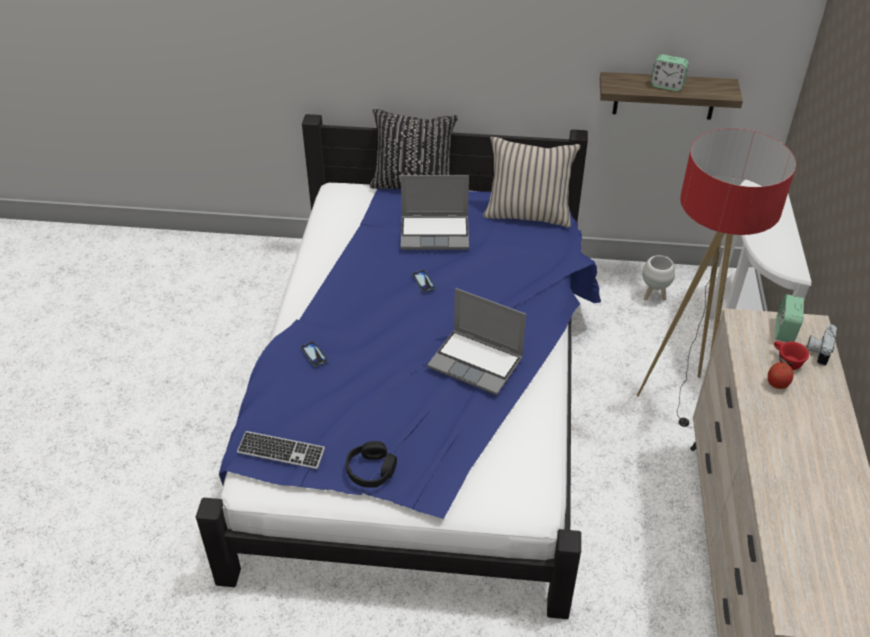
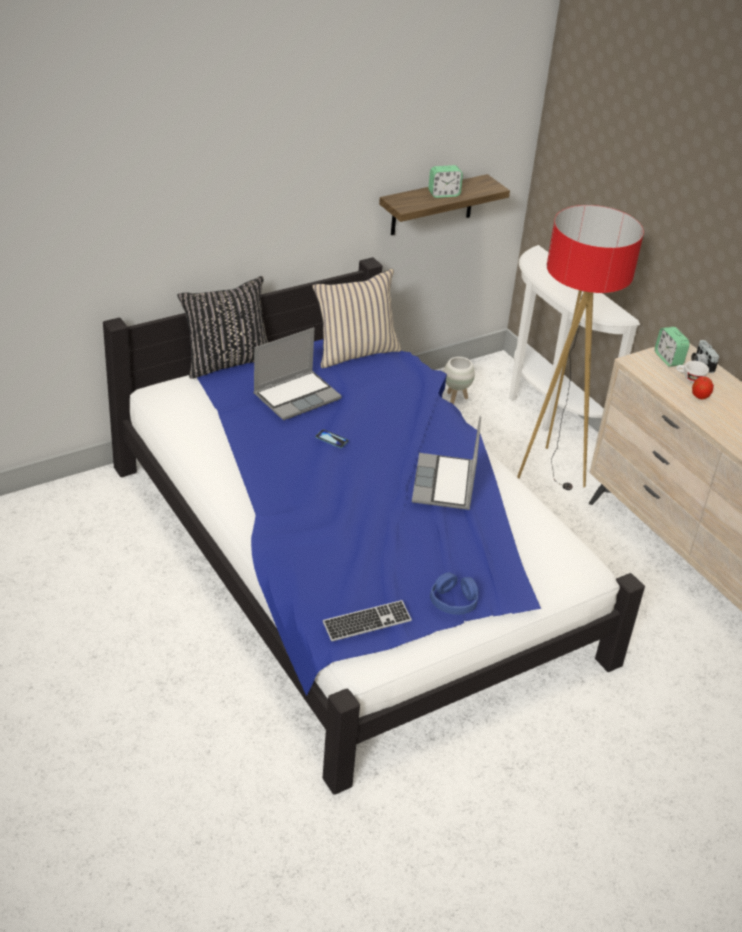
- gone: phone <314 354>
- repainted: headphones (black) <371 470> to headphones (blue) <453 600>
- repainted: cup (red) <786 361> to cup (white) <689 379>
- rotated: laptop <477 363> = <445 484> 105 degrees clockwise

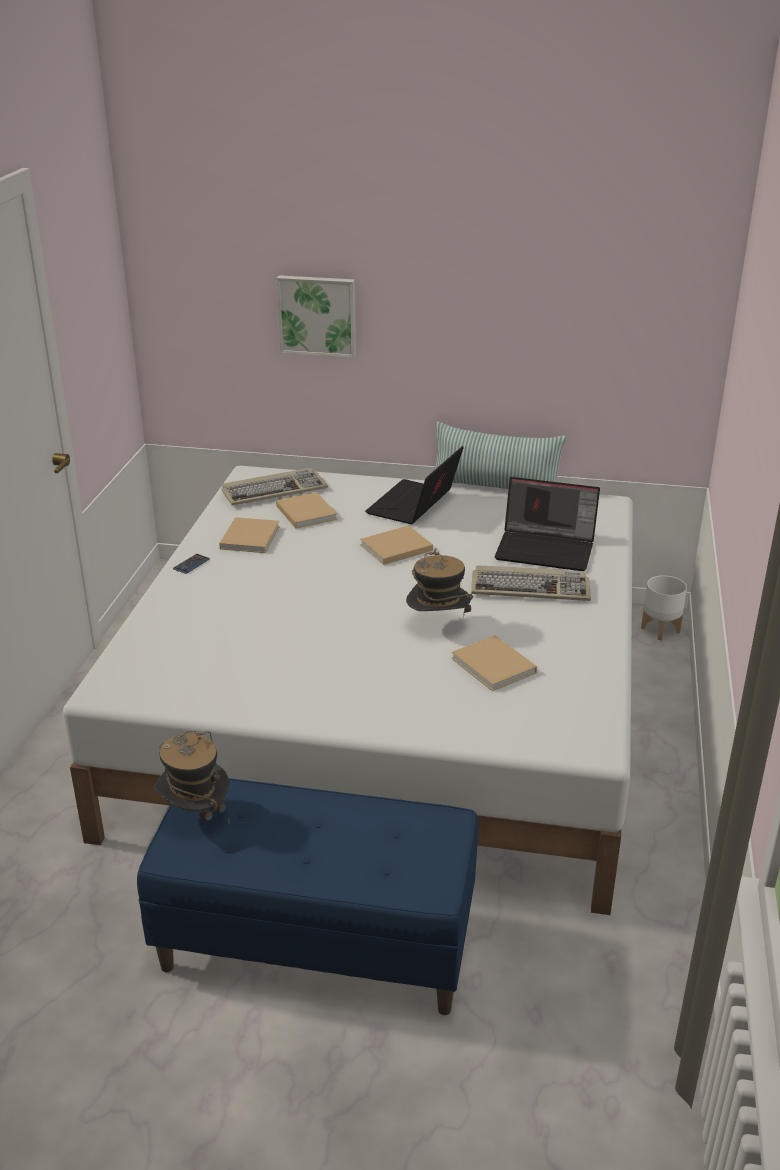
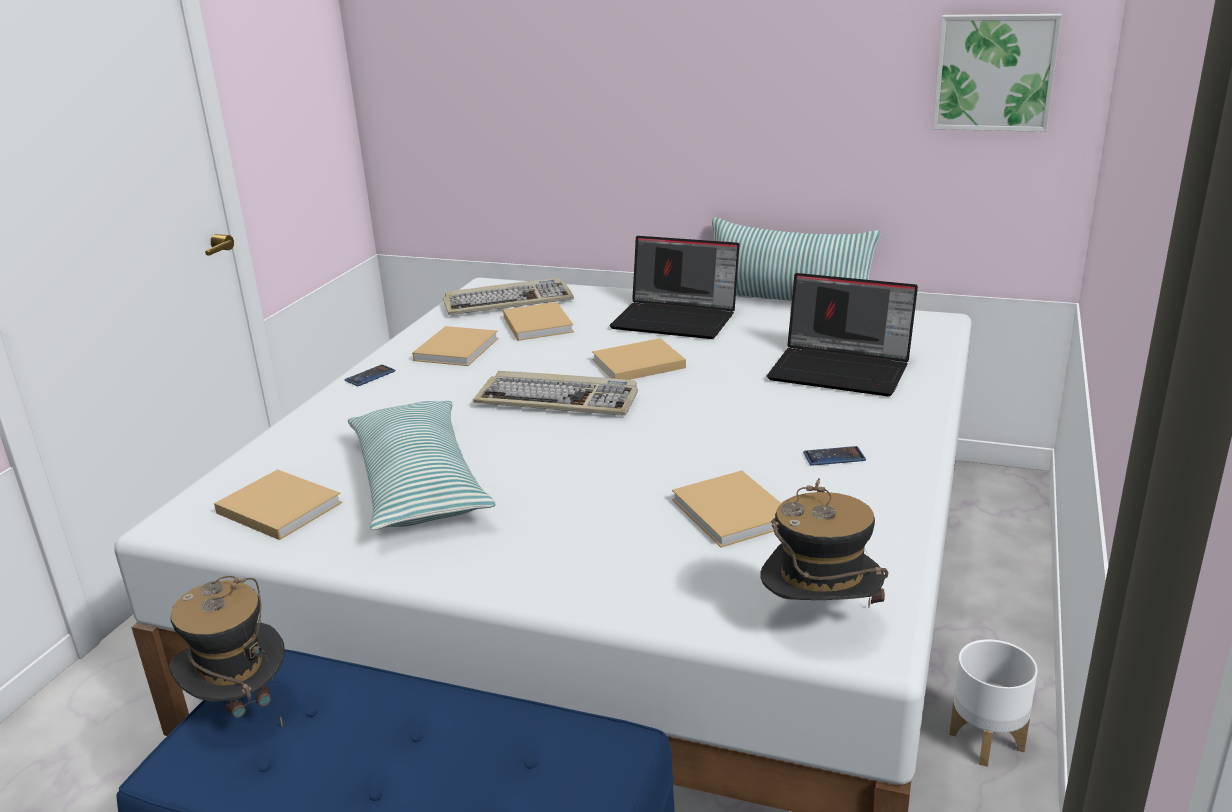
- new: book (beige) <277 507>
- new: pillow <419 483>
- new: phone <834 457>
- shifted: picture <317 315> to <995 72>
- shifted: hat <438 626> to <820 624>
- shifted: keyboard <531 587> to <559 399>
- shifted: planter (white) <661 629> to <987 740>
- rotated: laptop <414 505> = <677 319> 105 degrees counterclockwise

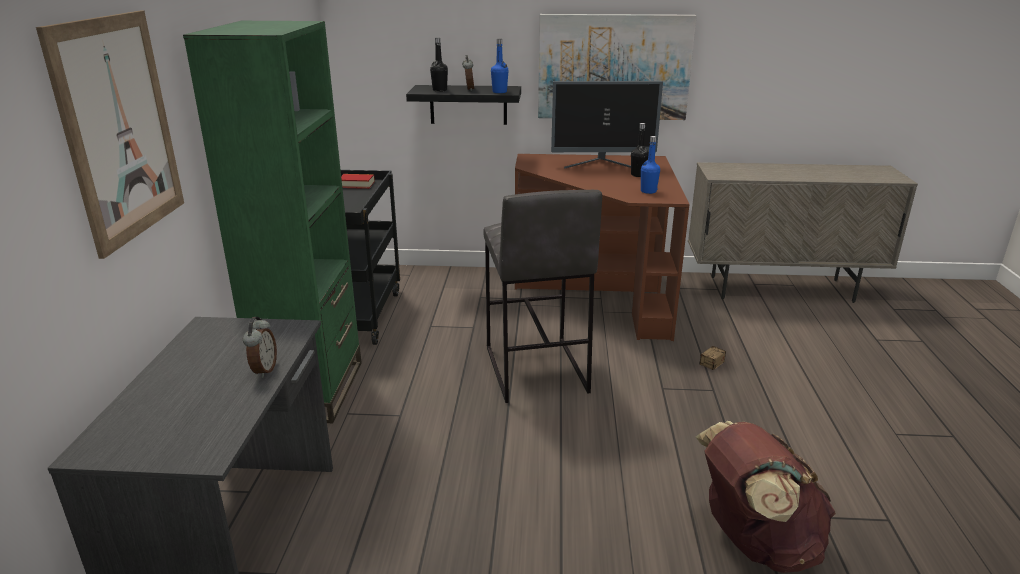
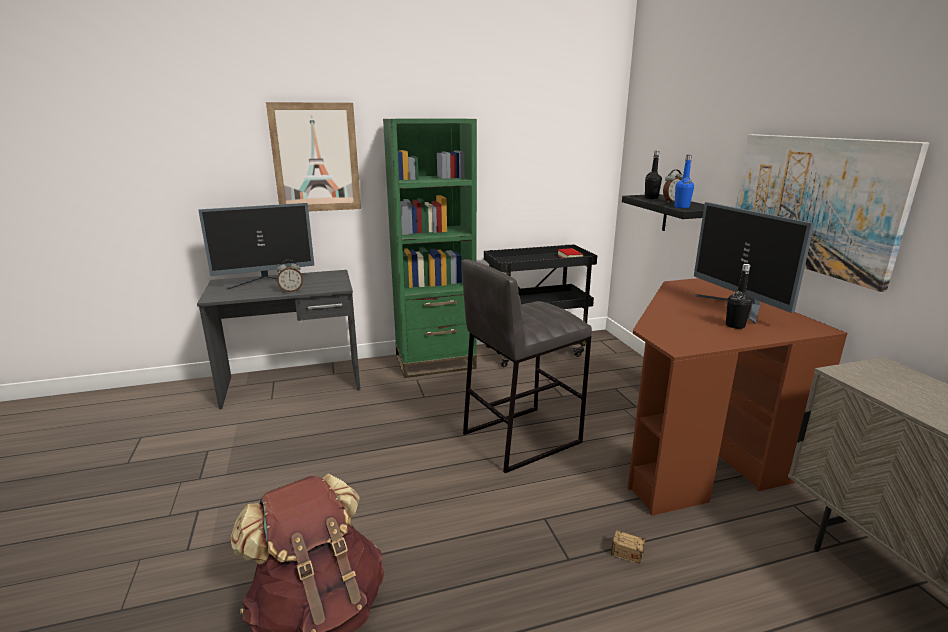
- gone: bottle (blue) <648 191>
- new: monitor <265 282>

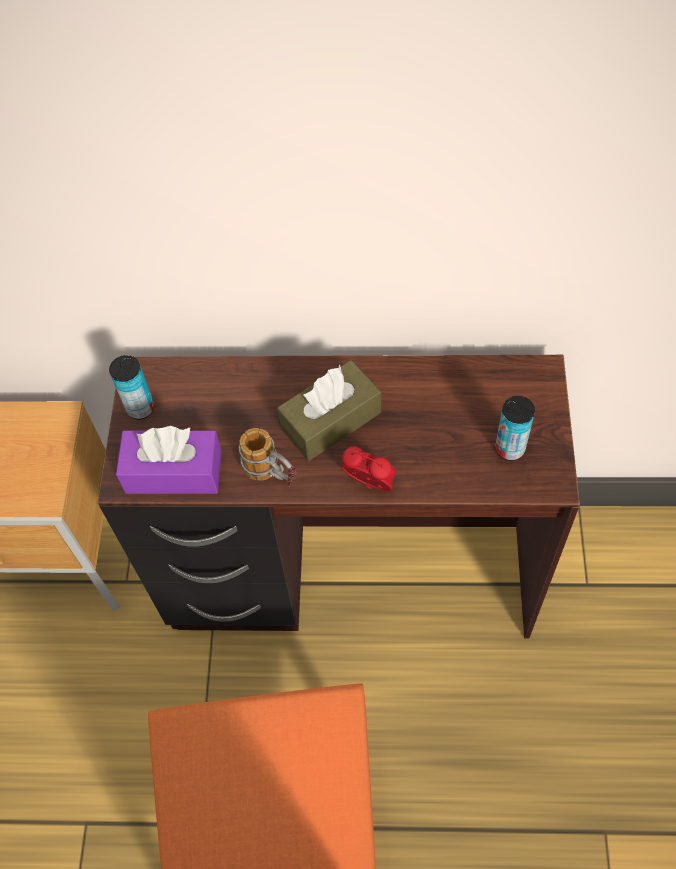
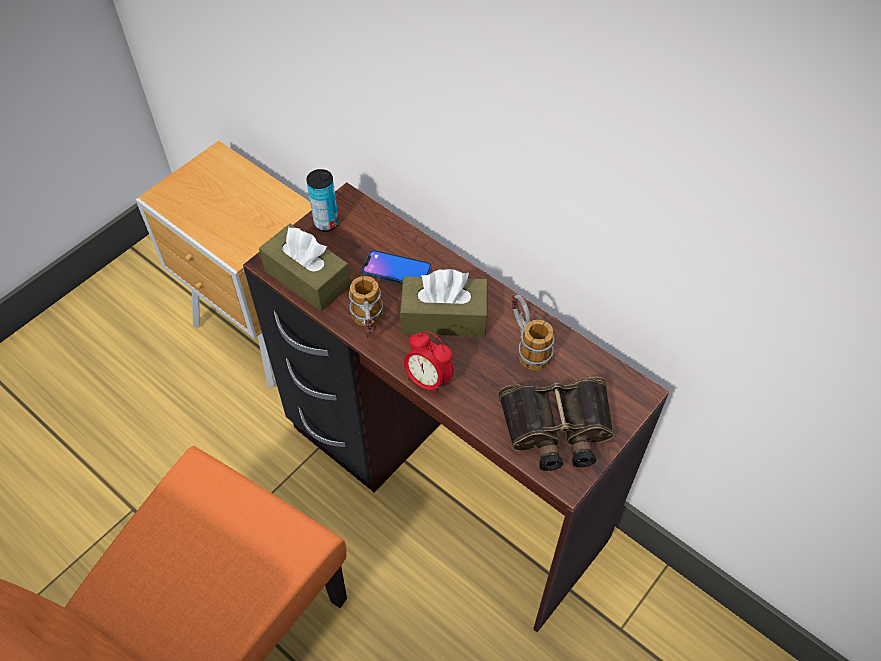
- new: phone <396 269>
- new: mug <526 345>
- swapped: can <510 448> to binoculars <557 429>
- repainted: tissue box (purple) <173 471> to tissue box (brown) <307 278>
- rotated: alarm clock <370 485> = <428 380> 150 degrees clockwise

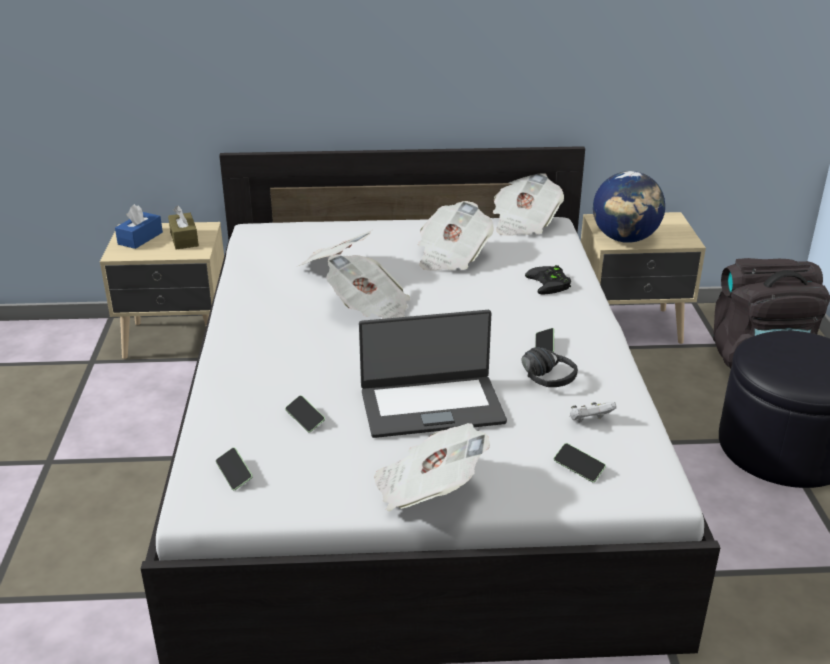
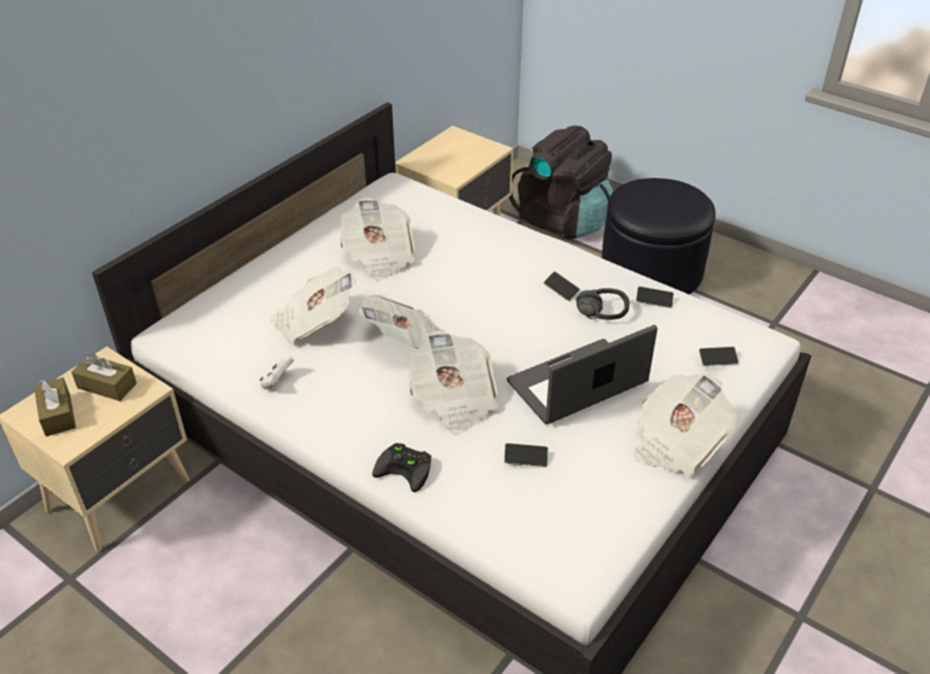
- gone: globe <625 239>
- shifted: phone <234 474> to <654 301>
- shifted: newspaper <523 223> to <453 400>
- shifted: game controller (black) <551 283> to <407 468>
- shifted: game controller (white) <589 421> to <277 382>
- repainted: tissue box (blue) <140 238> to tissue box (brown) <58 414>
- rotated: laptop <431 405> = <578 384> 150 degrees counterclockwise

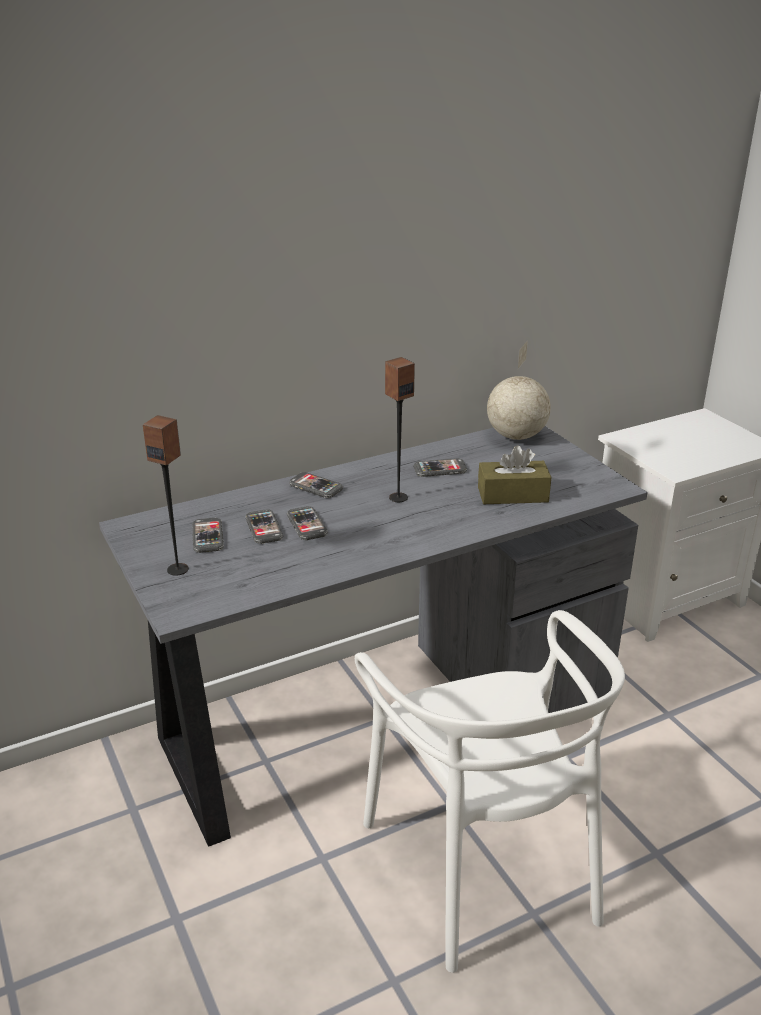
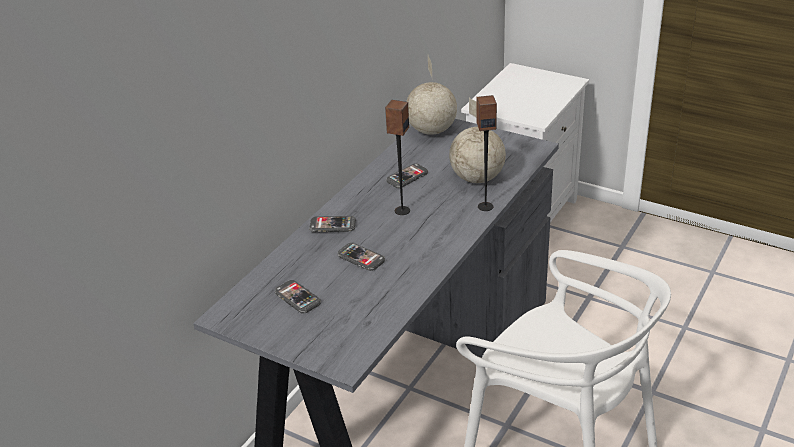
- gone: phone <264 528>
- shifted: speaker <178 569> to <485 206>
- swapped: tissue box (brown) <512 495> to globe <477 178>

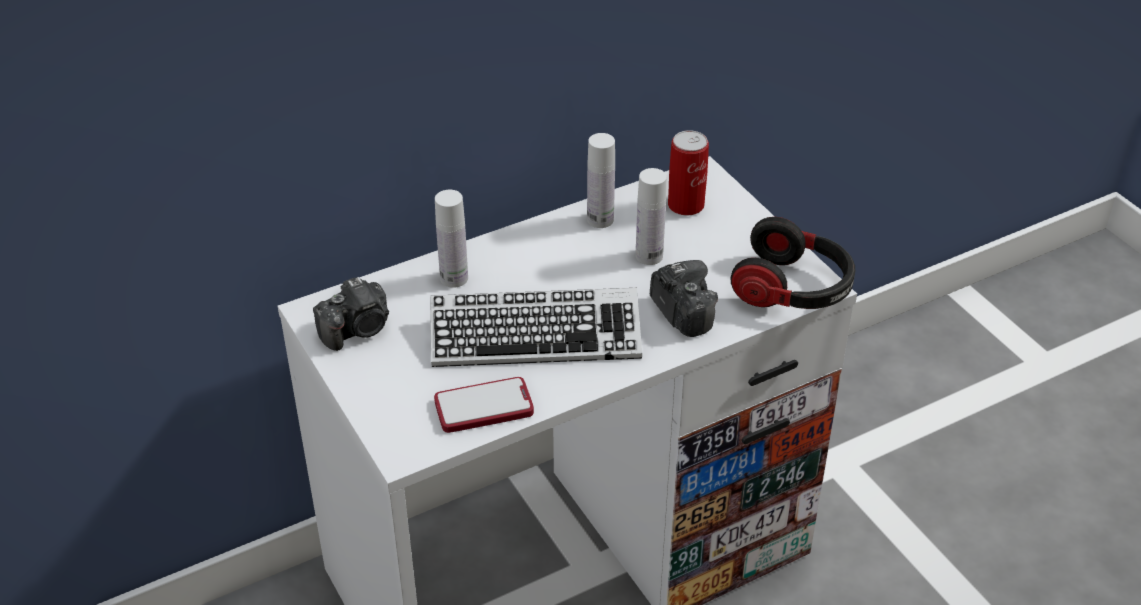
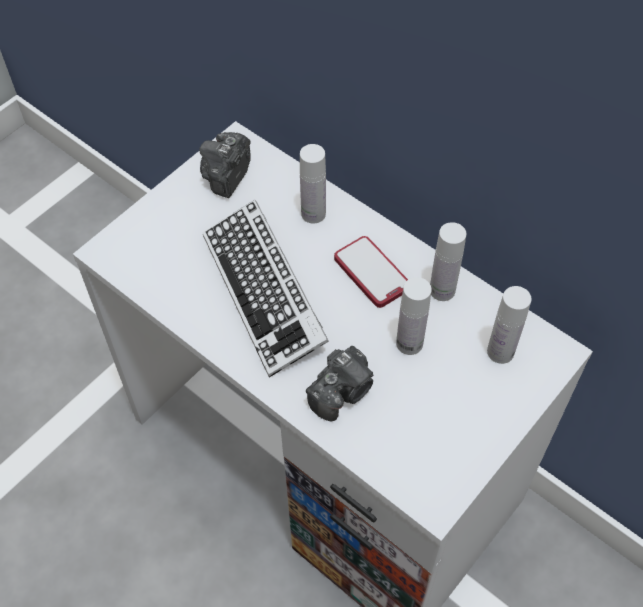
- gone: headphones <793 290>
- shifted: phone <484 407> to <371 273>
- swapped: can <686 205> to bottle (white) <500 352>
- rotated: photo camera <357 330> = <227 176> 75 degrees clockwise

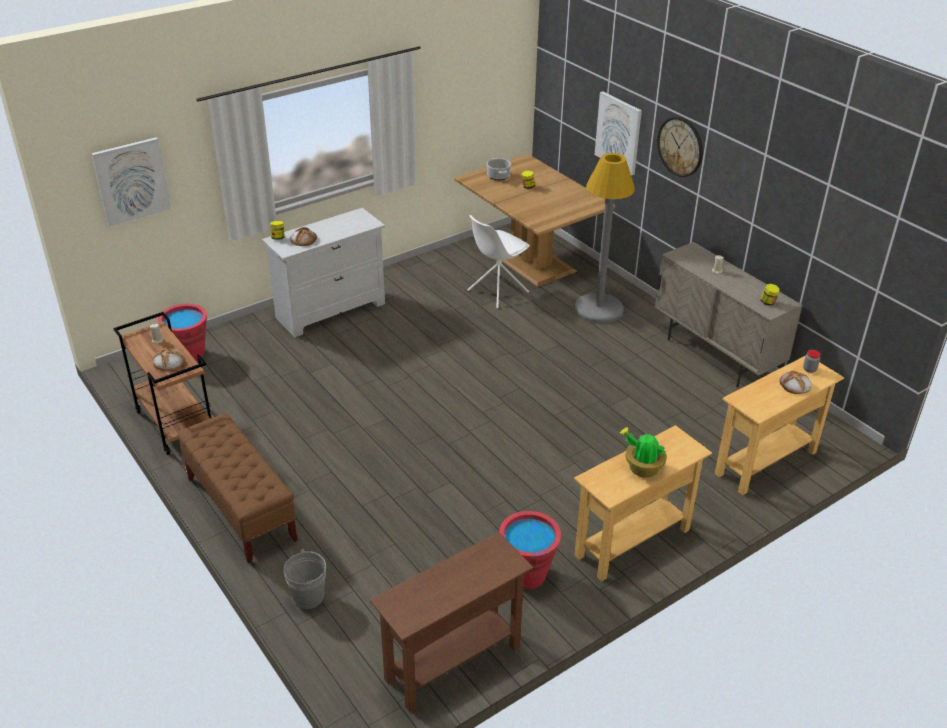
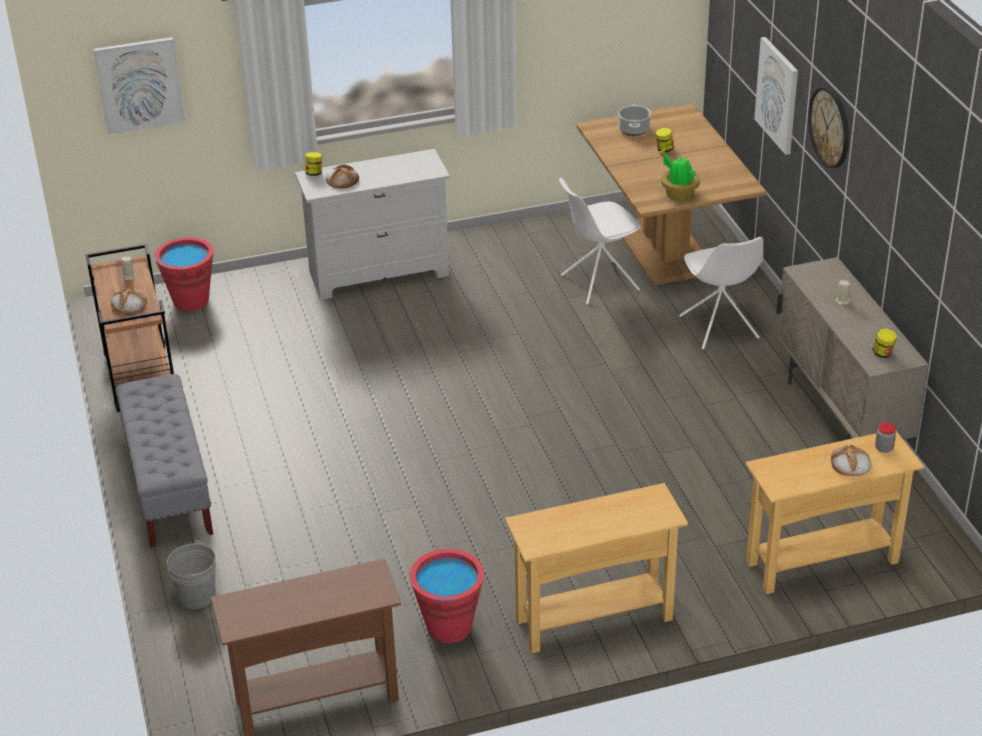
- shifted: potted plant <642 468> to <678 194>
- swapped: floor lamp (grey) <598 309> to chair (white) <719 328>
- repainted: bench (brown) <241 509> to bench (grey) <169 487>

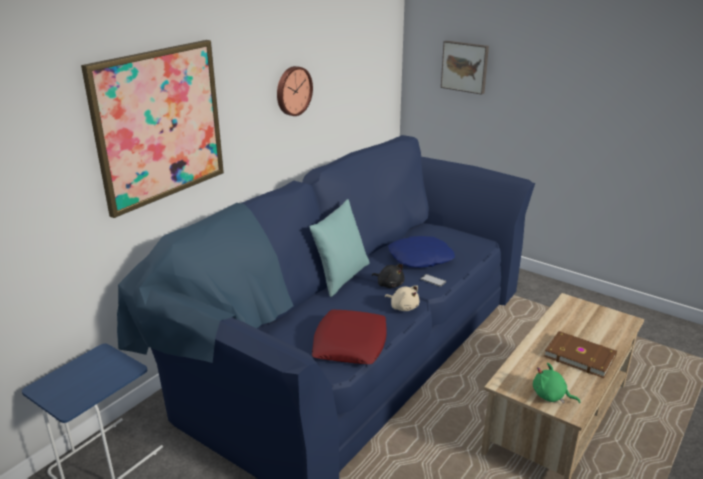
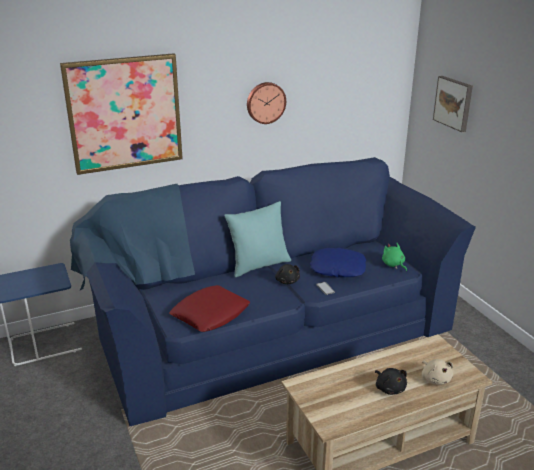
- shifted: plush toy (beige) <403 307> to <435 379>
- shifted: plush toy (green) <551 396> to <393 265>
- swapped: book (brown) <579 355> to plush toy (black) <389 388>

